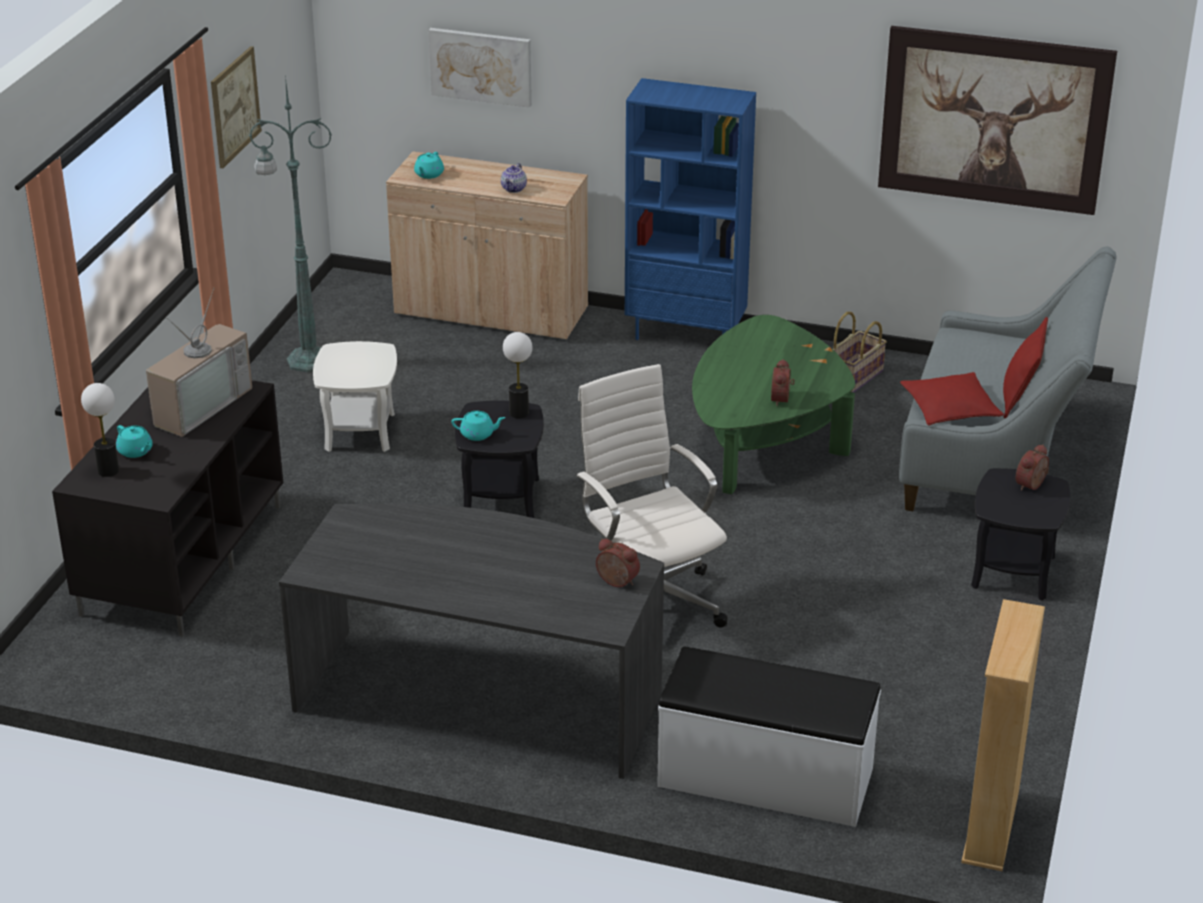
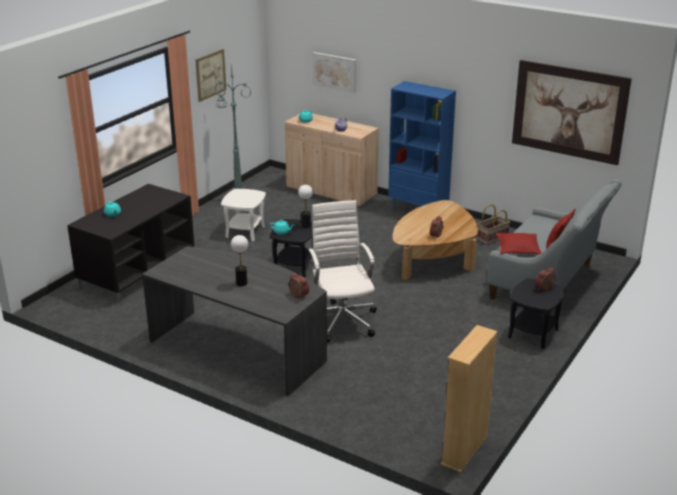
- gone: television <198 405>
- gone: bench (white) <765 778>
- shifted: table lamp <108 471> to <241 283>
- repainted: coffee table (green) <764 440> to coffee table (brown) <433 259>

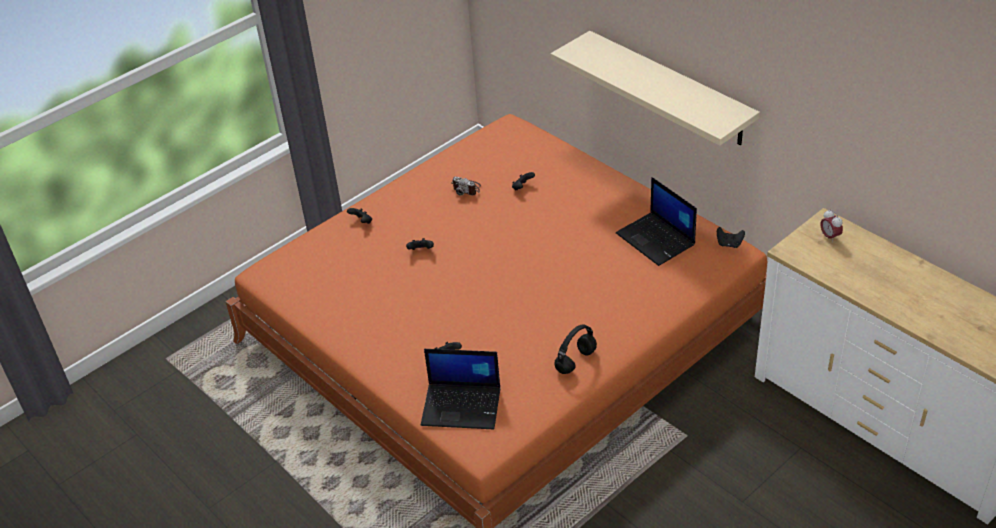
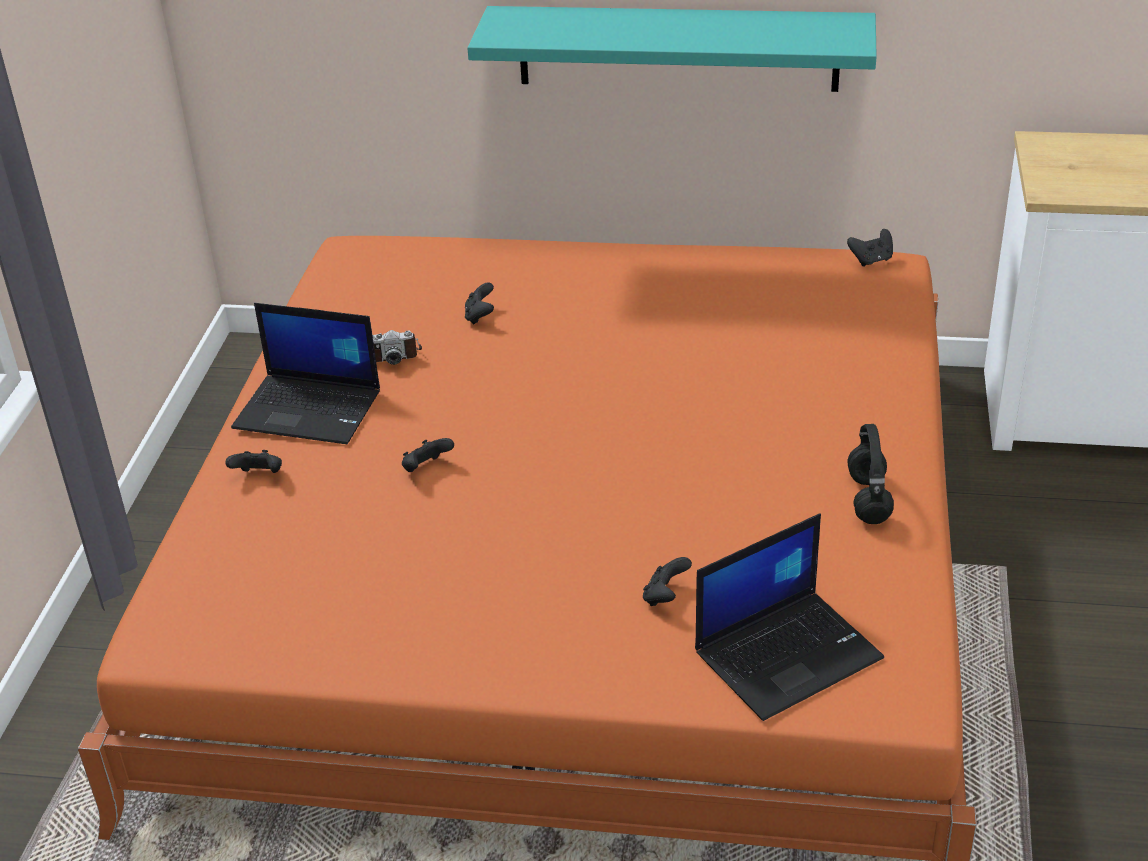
- gone: alarm clock <829 237>
- shifted: laptop <656 239> to <310 409>
- repainted: shelf (beige) <669 88> to shelf (turquoise) <678 48>

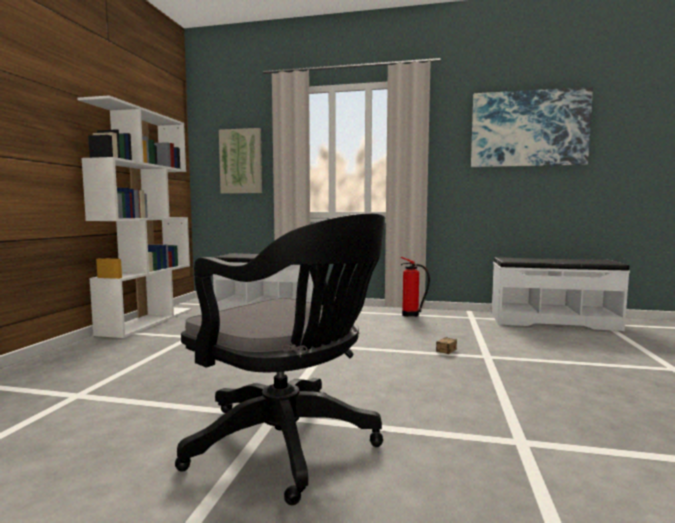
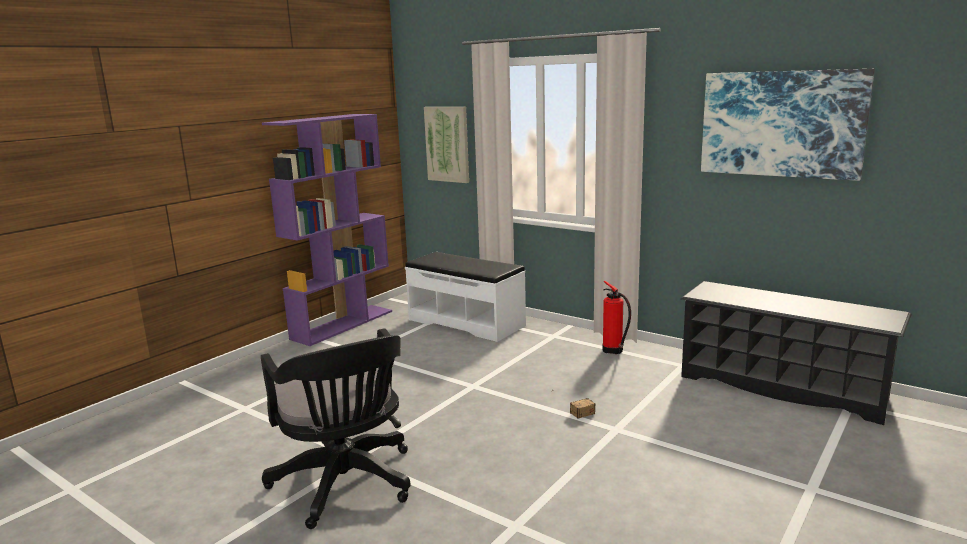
- swapped: bench (white) <552 321> to shoe rack (black) <782 387>
- repainted: bookcase (white) <147 321> to bookcase (purple) <343 324>

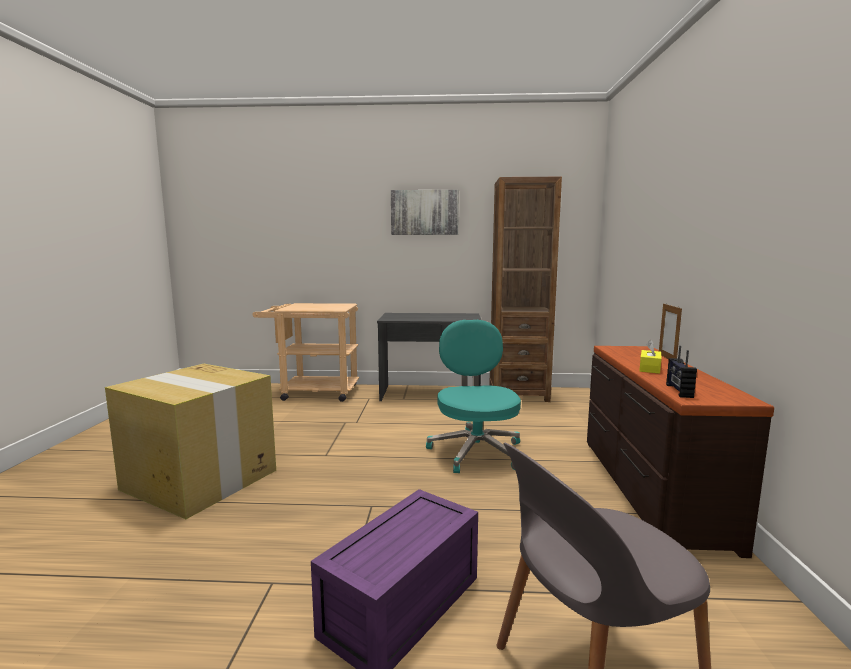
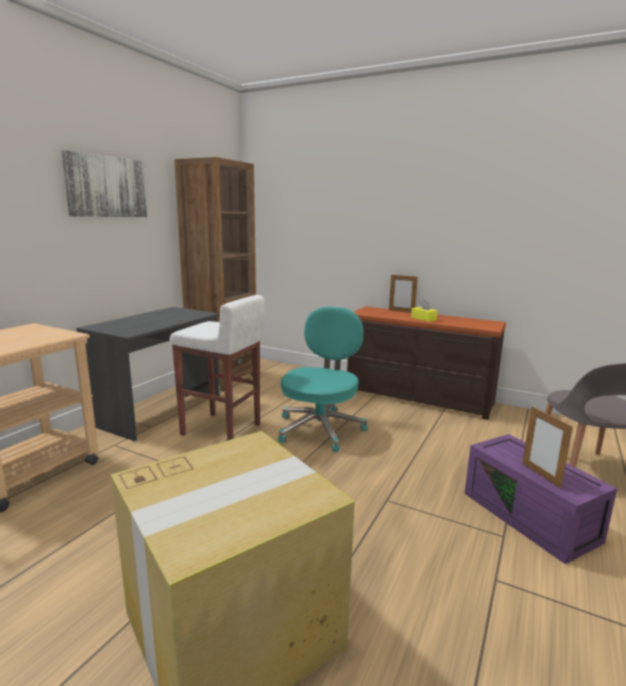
- gone: radio <678 391>
- new: stool (white) <221 430>
- new: picture frame <540 475>
- rotated: office chair (turquoise) <476 451> = <320 428> 90 degrees clockwise

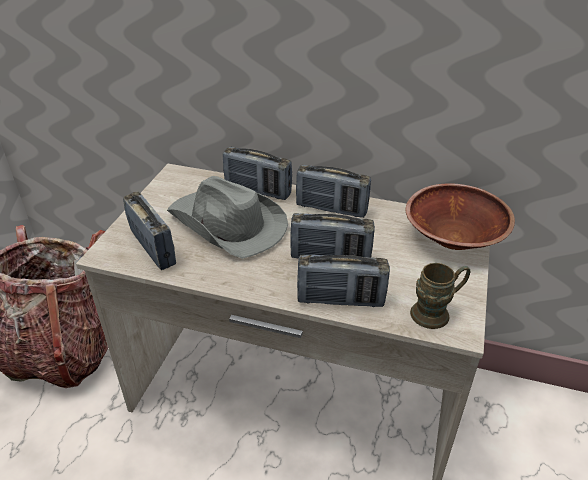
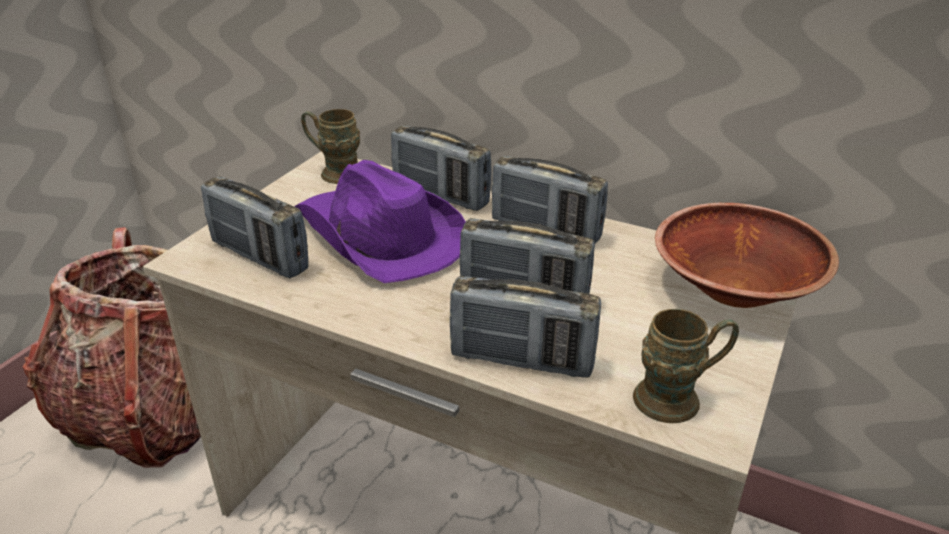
- new: mug (brown) <334 172>
- repainted: hat (grey) <227 224> to hat (purple) <380 236>
- rotated: radio <153 248> = <259 257> 150 degrees clockwise

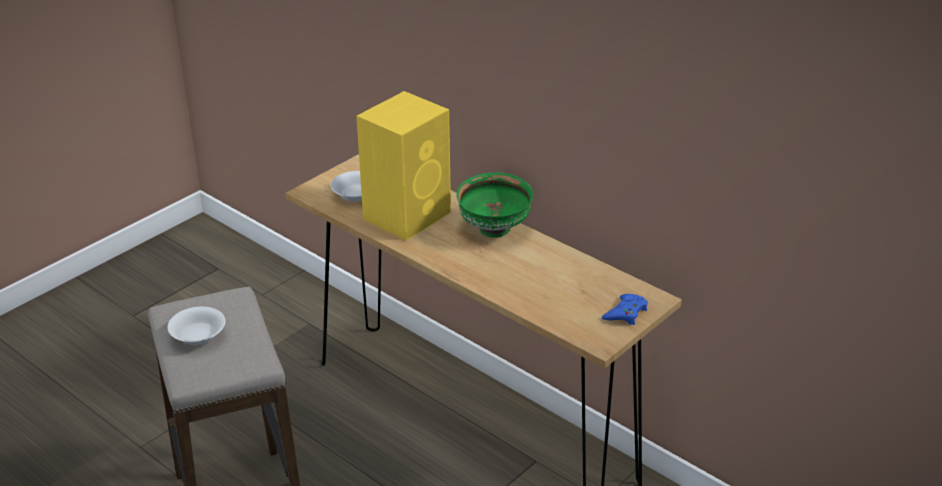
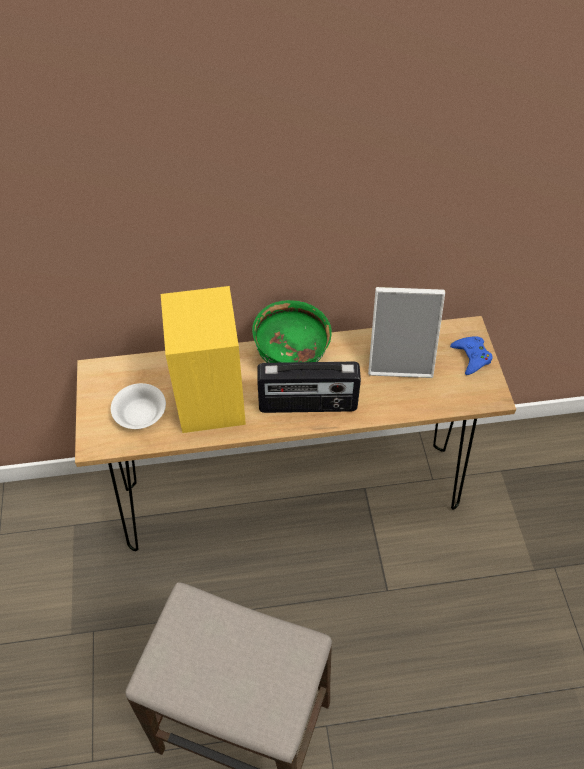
- gone: bowl (white) <198 336>
- new: radio <307 405>
- new: picture frame <400 358>

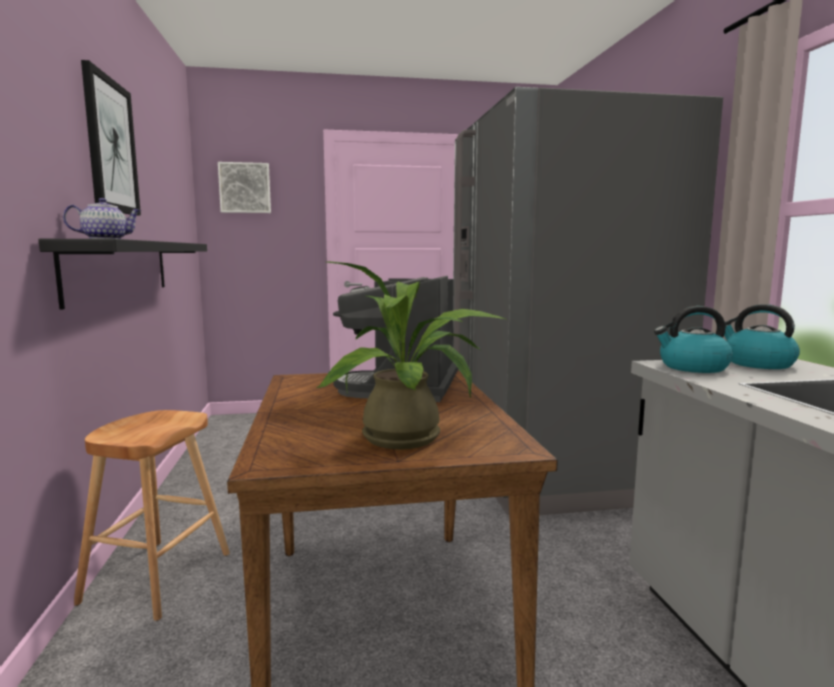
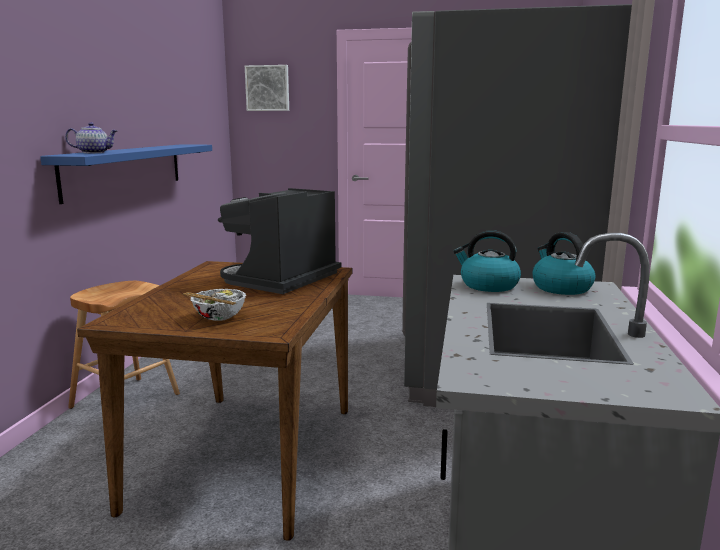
- gone: picture <110 146>
- swapped: potted plant <412 438> to bowl <219 317>
- repainted: shelf (black) <121 268> to shelf (blue) <126 169>

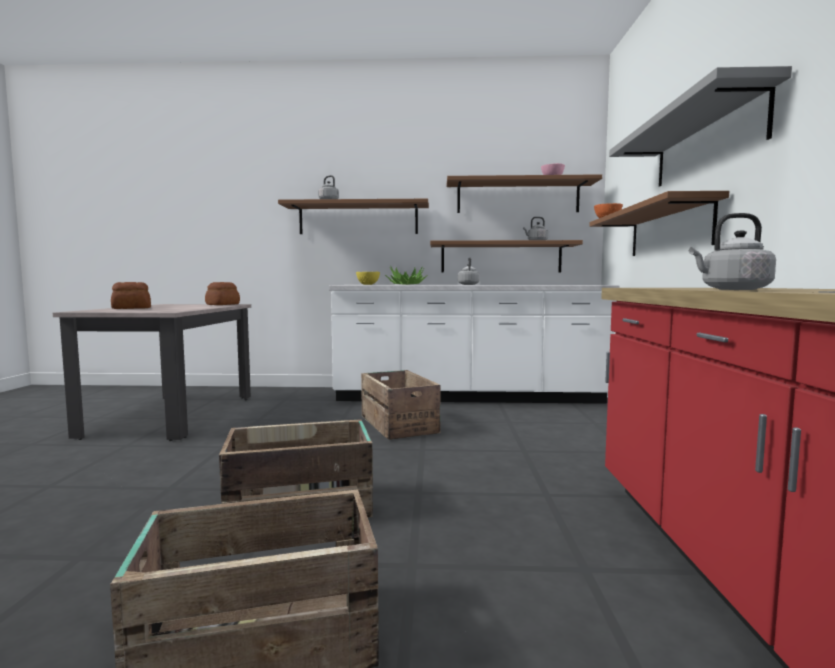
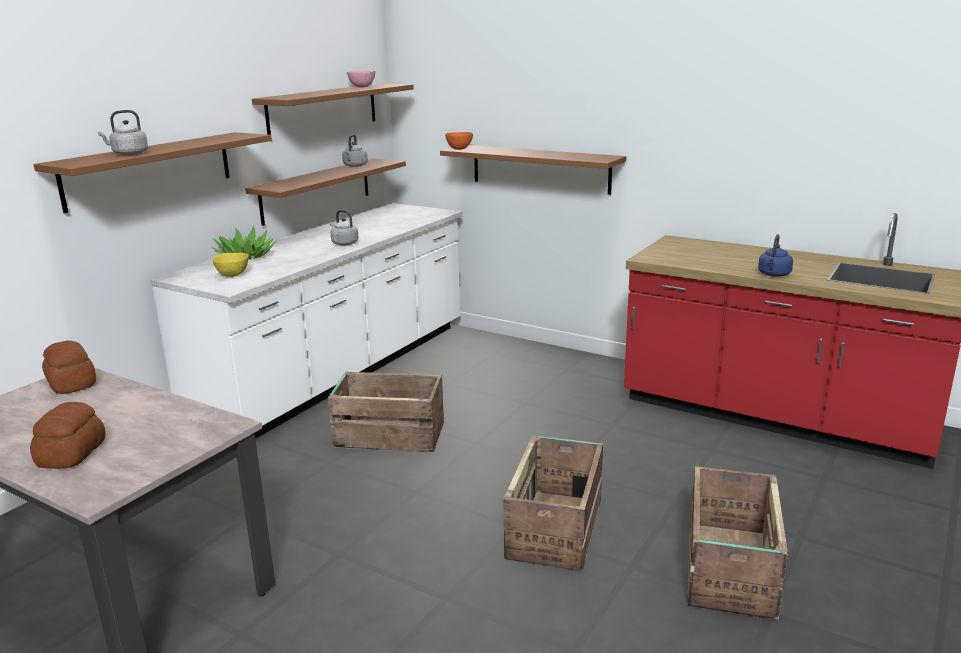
- gone: shelf (grey) <706 142>
- repainted: kettle (grey) <732 289> to kettle (blue) <774 275>

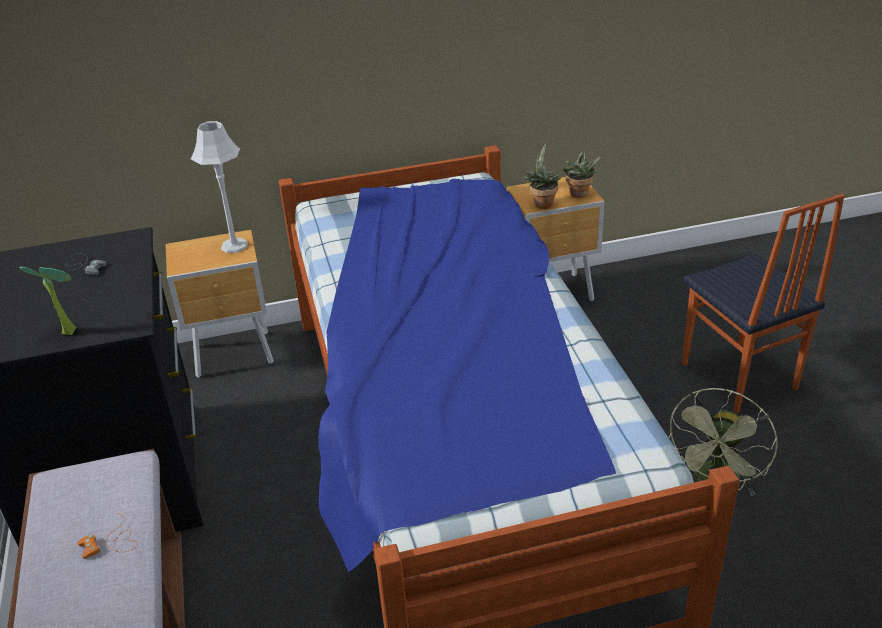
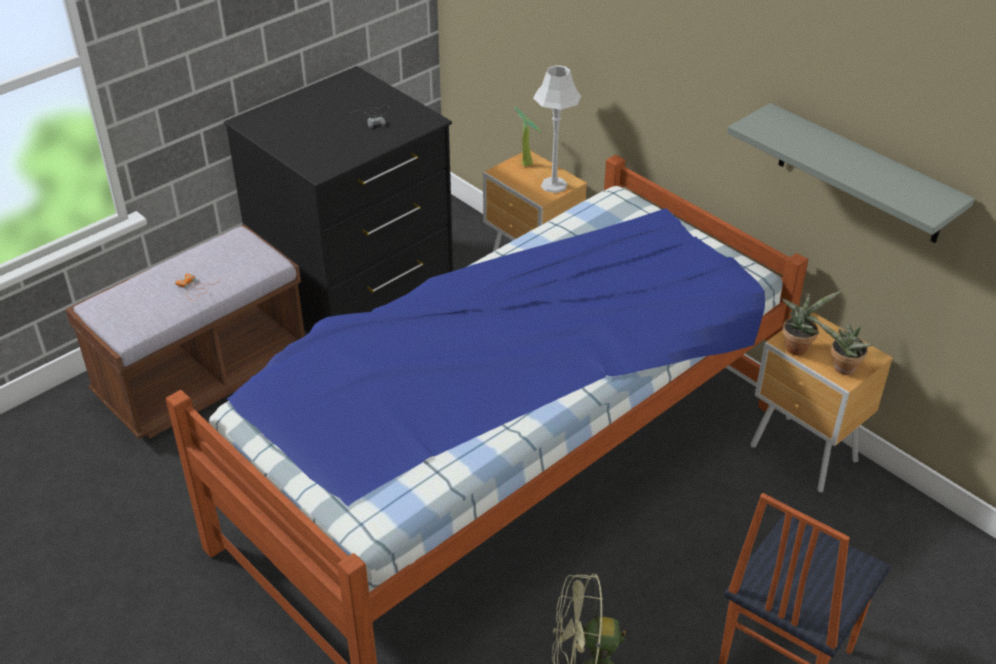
- new: shelf (grey) <860 175>
- shifted: potted plant <68 330> to <528 163>

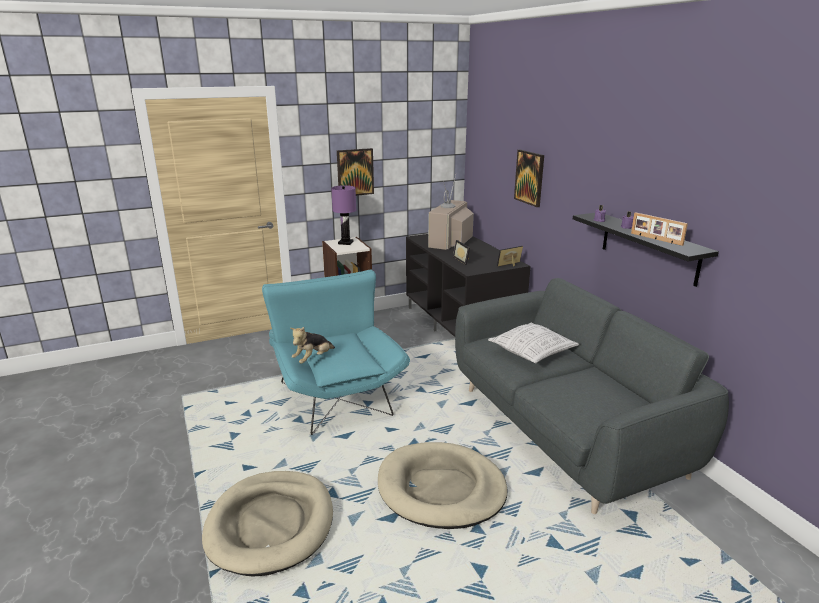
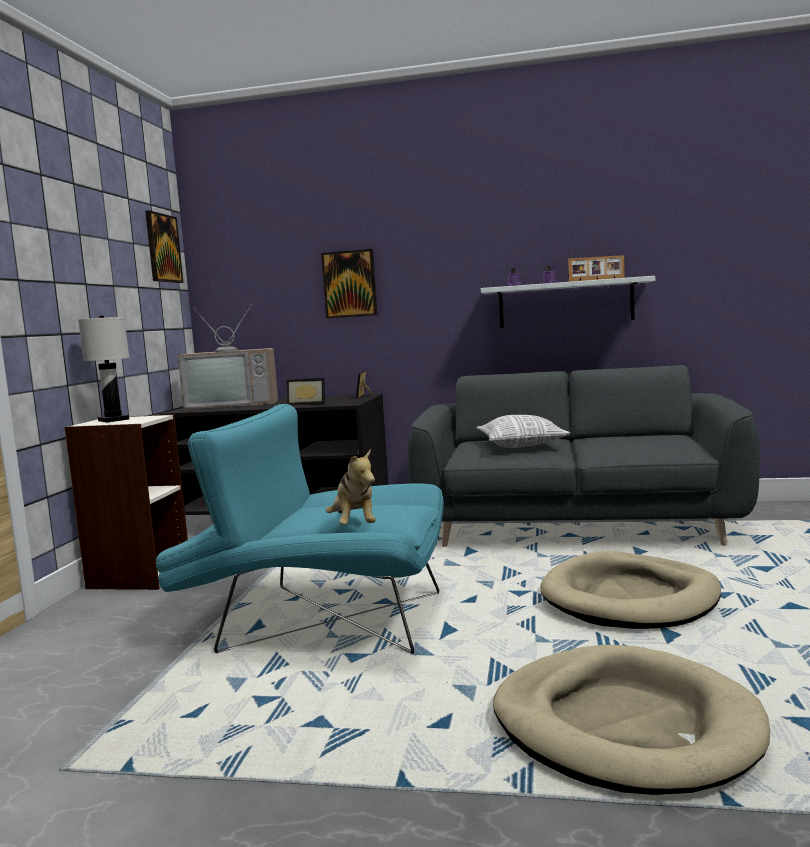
- shifted: picture <355 172> to <163 248>
- repainted: table lamp (purple) <346 243> to table lamp (white) <114 420>
- repainted: shelf (black) <649 247> to shelf (white) <565 303>
- rotated: television <451 241> = <233 404> 60 degrees counterclockwise

